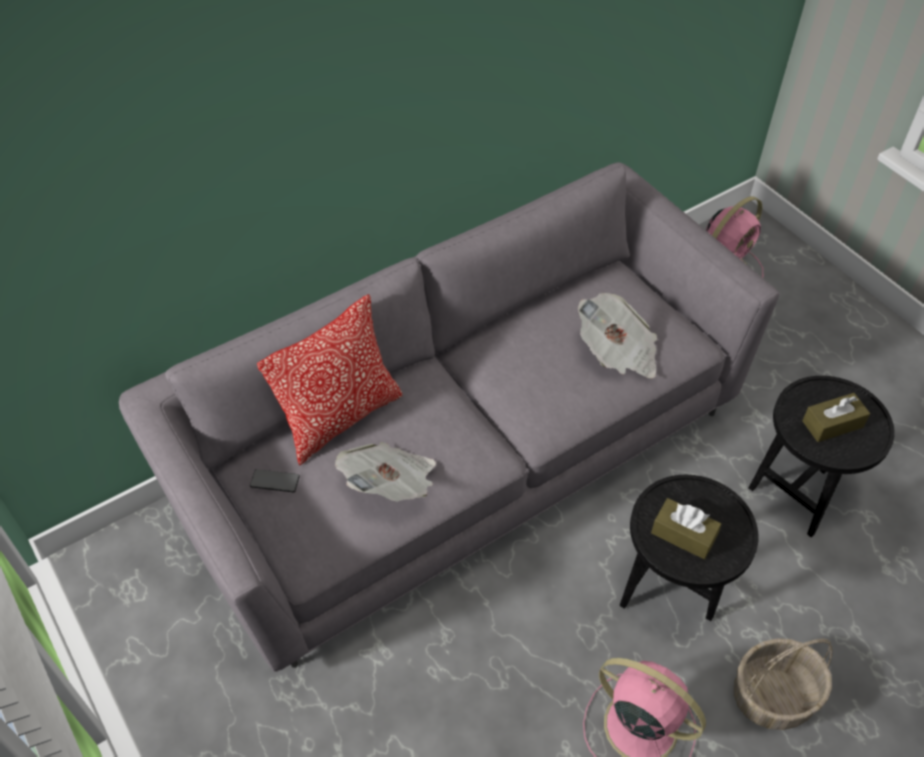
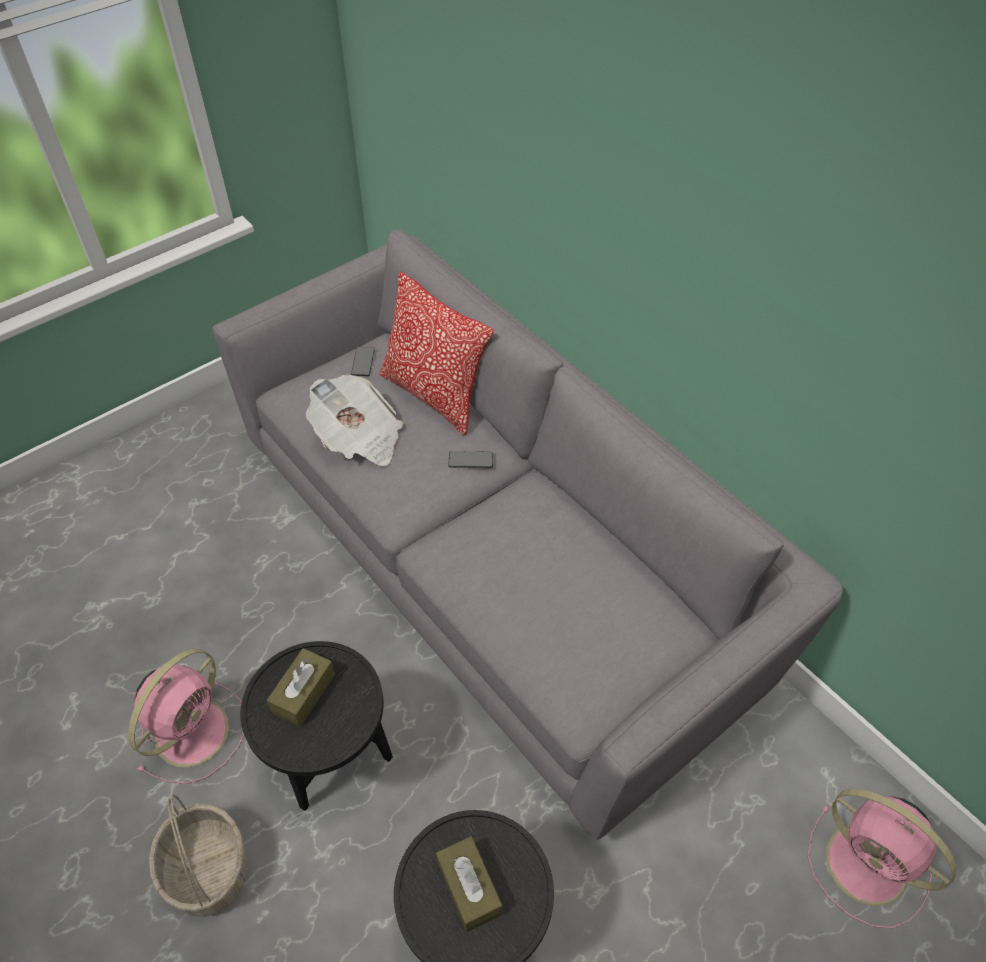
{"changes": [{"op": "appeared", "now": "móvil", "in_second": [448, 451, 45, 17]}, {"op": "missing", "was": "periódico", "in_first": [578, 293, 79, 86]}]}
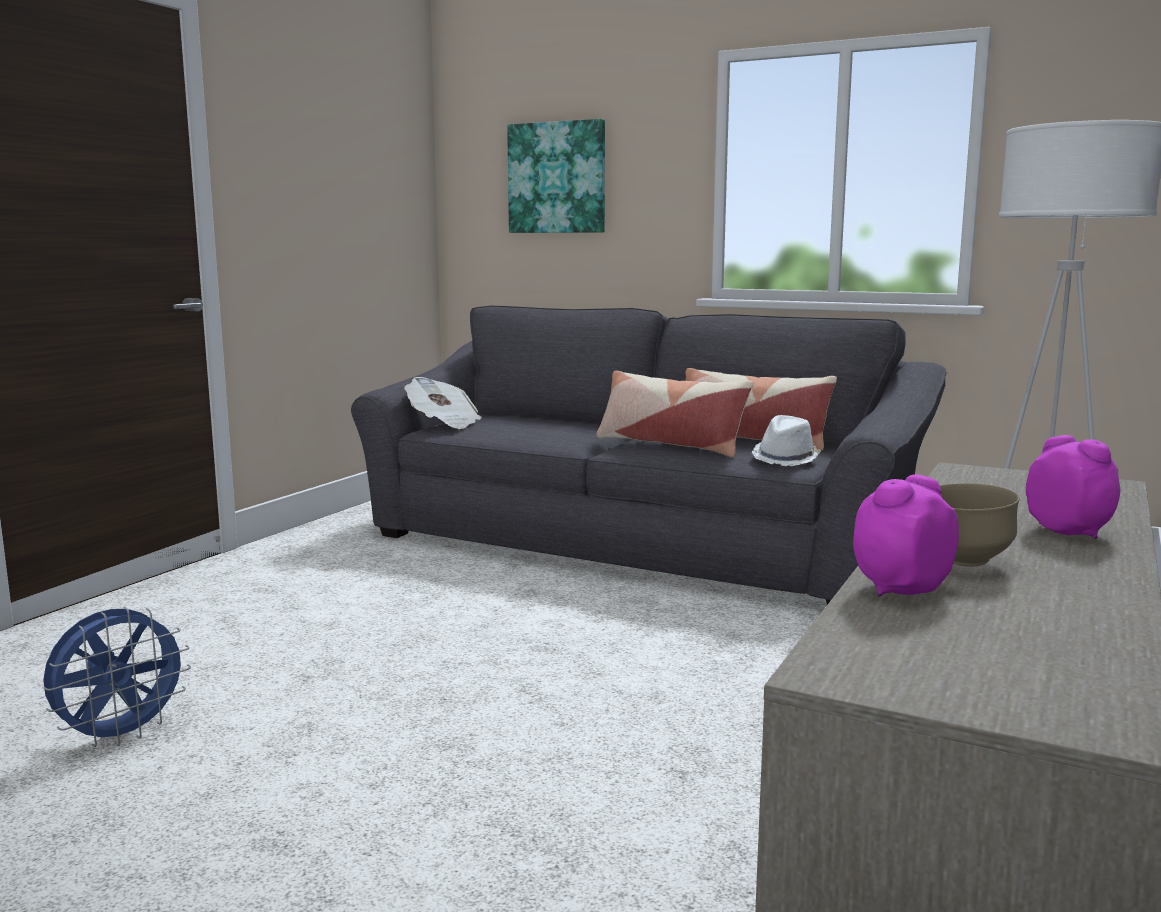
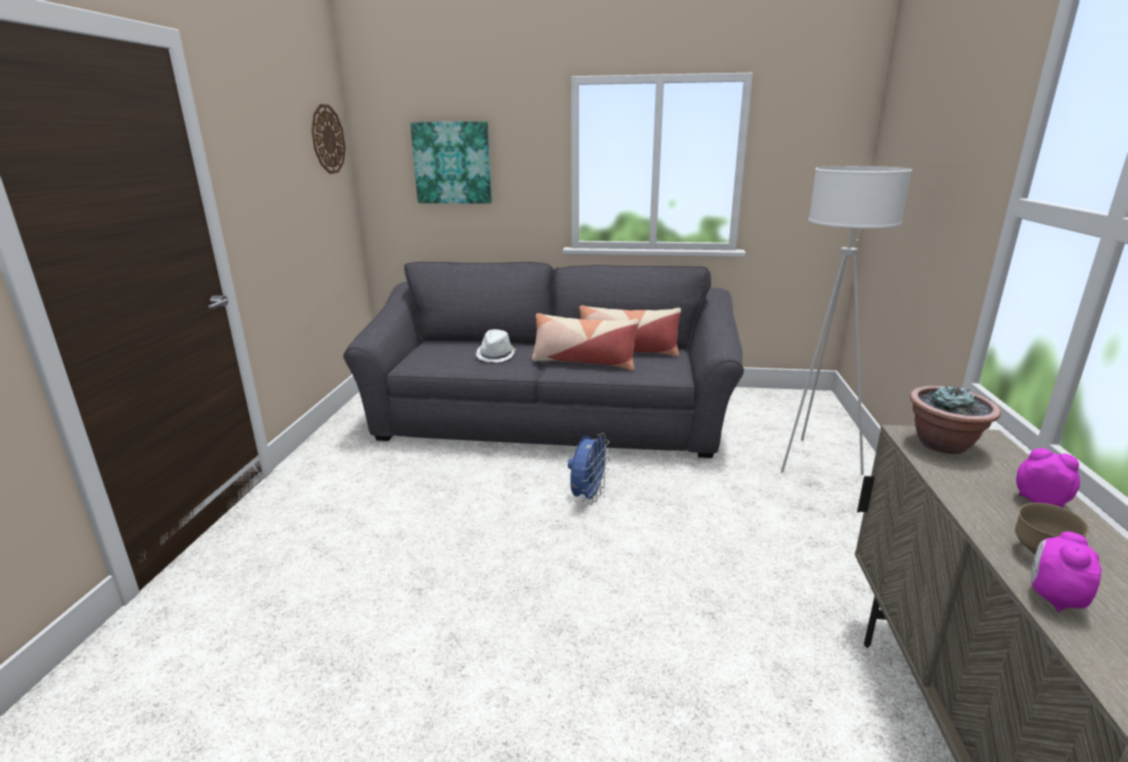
{"changes": [{"op": "appeared", "now": "reloj de pared", "in_second": [311, 104, 34, 70]}, {"op": "relocated", "was": "sombrero [blanco]", "in_first": [752, 415, 69, 51], "in_second": [476, 329, 40, 34]}, {"op": "relocated", "was": "ventilador [azul]", "in_first": [43, 607, 148, 140], "in_second": [568, 433, 42, 71]}, {"op": "appeared", "now": "planta en maceta", "in_second": [910, 384, 91, 70]}, {"op": "missing", "was": "periódico", "in_first": [404, 377, 78, 52]}]}
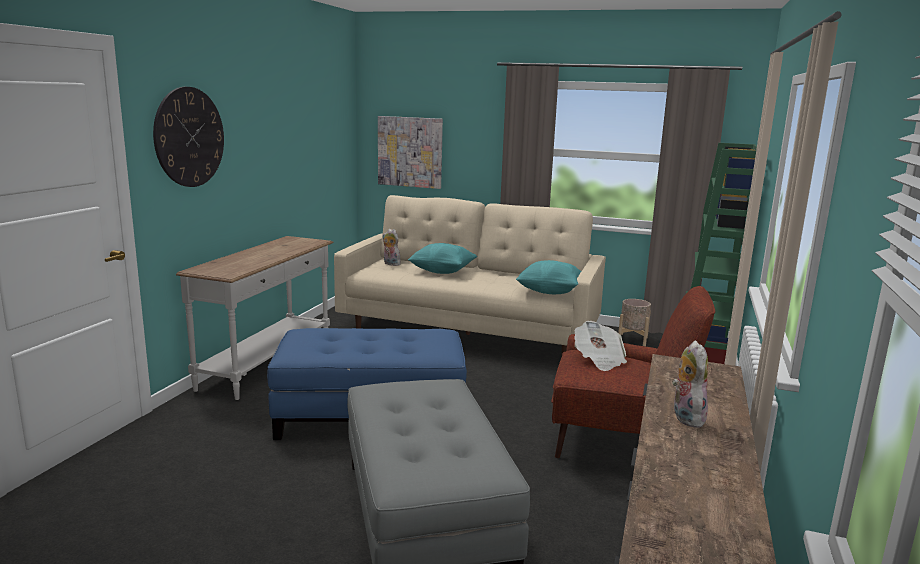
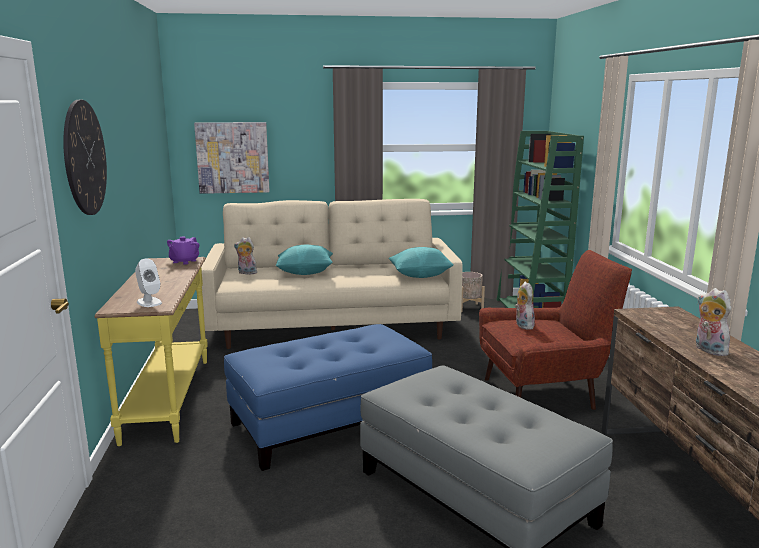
{"changes": [{"op": "colour", "was": "mesa consola [blanco]", "now": "mesa consola [amarillo]", "in_first": [176, 236, 158, 164], "in_second": [95, 257, 113, 189]}, {"op": "appeared", "now": "altavoz [blanco]", "in_second": [135, 259, 27, 48]}, {"op": "appeared", "now": "tetera [morado]", "in_second": [167, 236, 32, 29]}, {"op": "exchanged", "was": "periódico", "now": "peluche", "in_first": [574, 321, 53, 50], "in_second": [515, 281, 20, 49]}]}
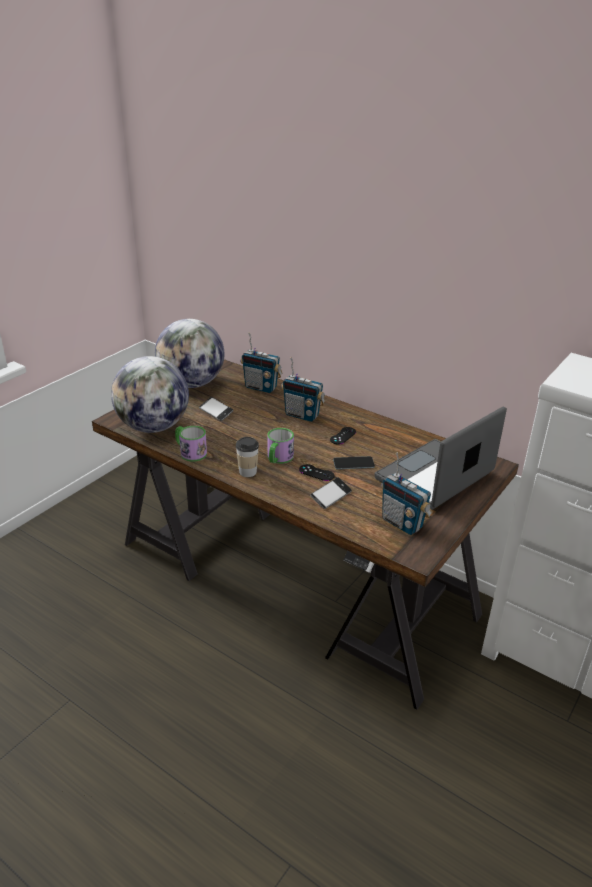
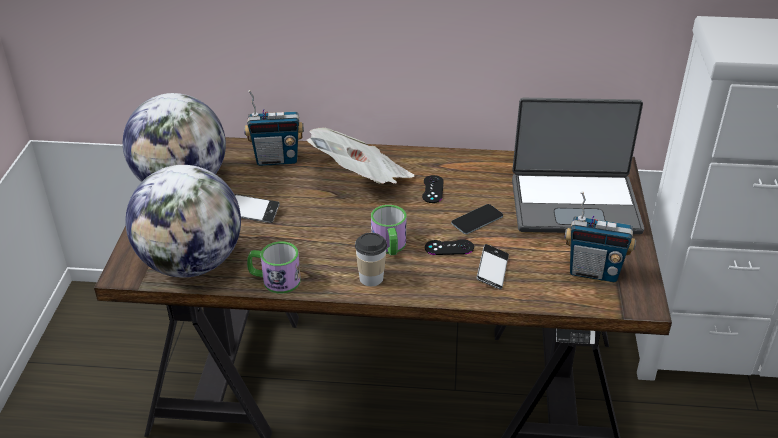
{"changes": [{"op": "exchanged", "was": "radio", "now": "periódico", "in_first": [281, 357, 44, 65], "in_second": [306, 127, 108, 57]}, {"op": "spun", "was": "portátil", "in_first": [374, 407, 133, 103], "in_second": [512, 98, 132, 136], "clockwise": -105}]}
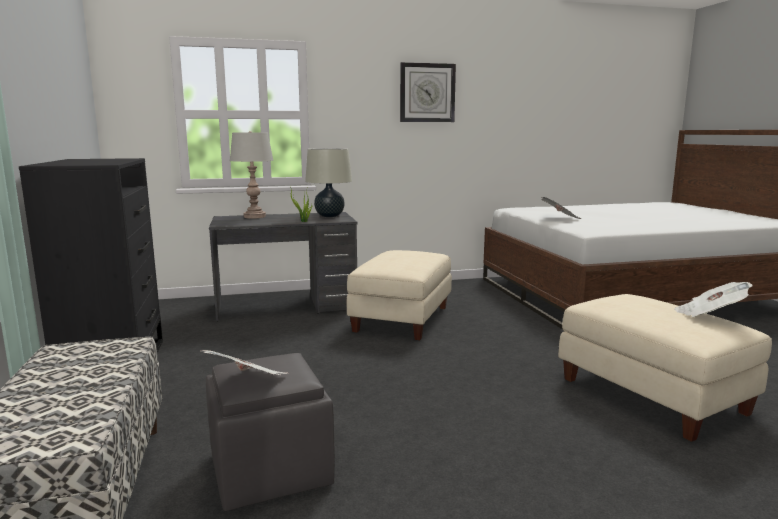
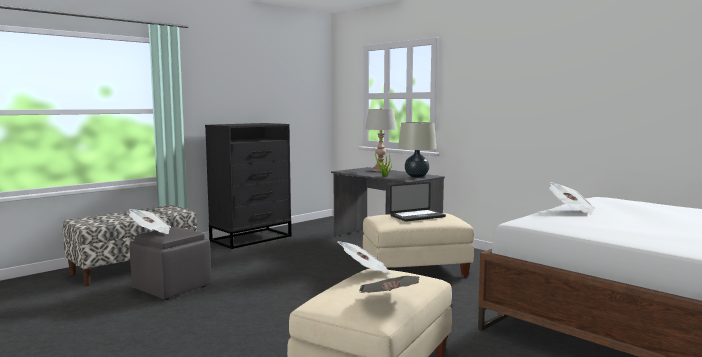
{"changes": [{"op": "appeared", "now": "periódico", "in_second": [337, 241, 55, 34]}, {"op": "appeared", "now": "portátil", "in_second": [390, 182, 56, 40]}, {"op": "missing", "was": "reloj de pared", "in_first": [400, 62, 56, 60]}]}
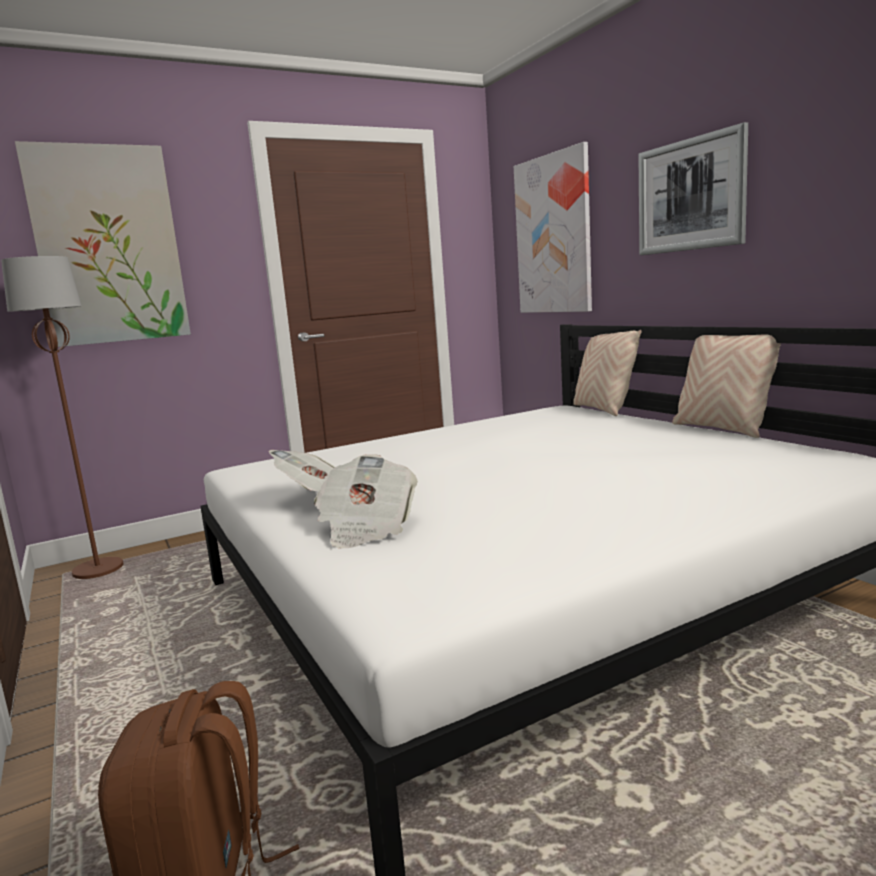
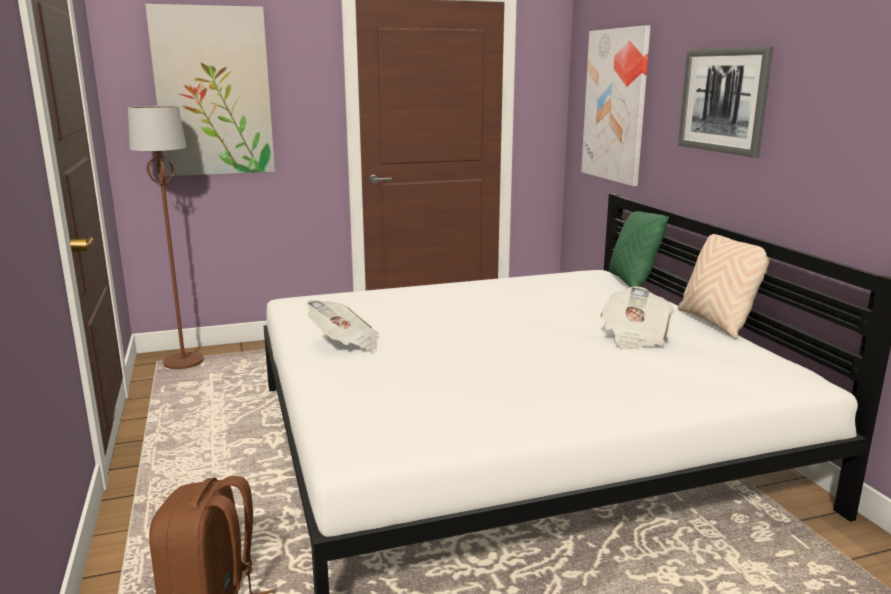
{"changes": [{"op": "relocated", "was": "periódico", "in_first": [314, 454, 104, 95], "in_second": [601, 286, 73, 64]}, {"op": "colour", "was": "cojín [beis]", "now": "cojín [verde]", "in_first": [573, 330, 69, 86], "in_second": [609, 201, 60, 86]}]}
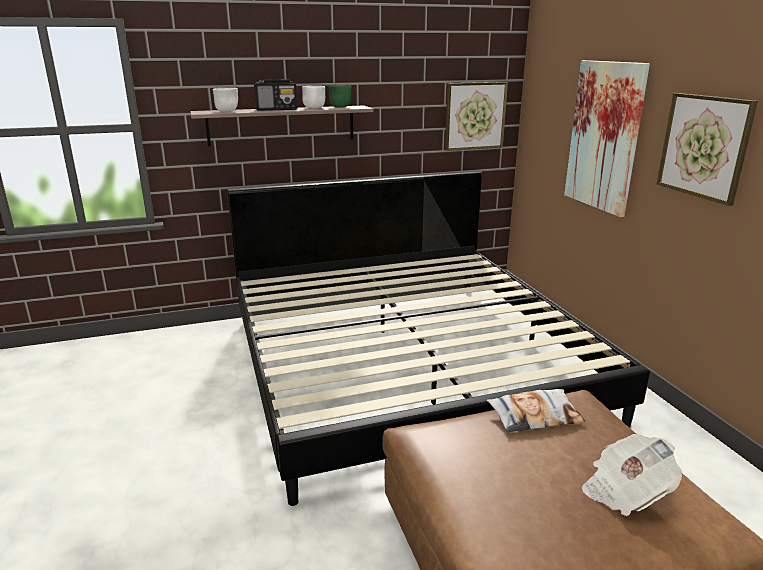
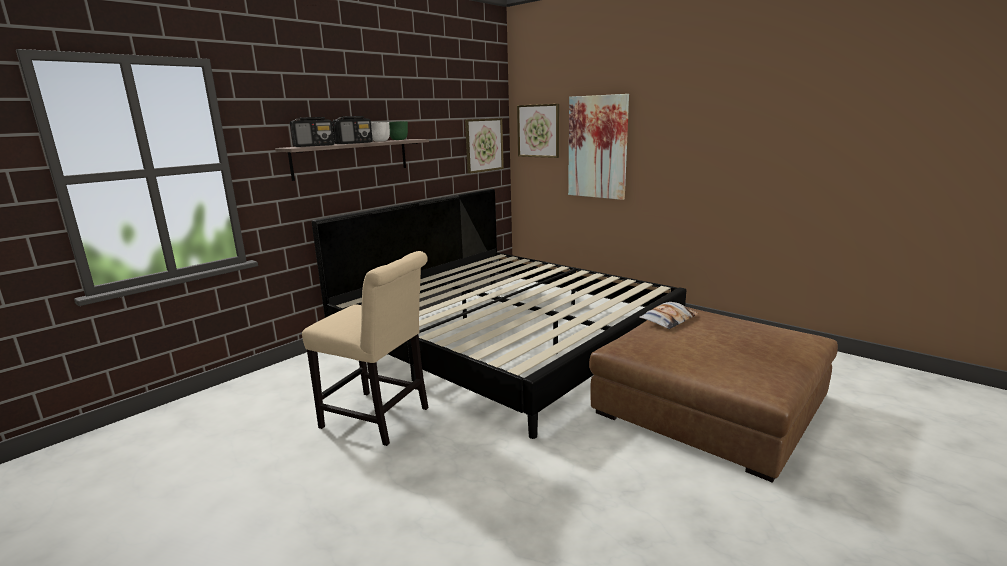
{"changes": [{"op": "exchanged", "was": "cuenco [blanco]", "now": "radio", "in_first": [213, 88, 25, 24], "in_second": [290, 117, 44, 30]}, {"op": "appeared", "now": "silla [beis]", "in_second": [302, 251, 127, 195]}, {"op": "relocated", "was": "cuadro", "in_first": [657, 93, 101, 113], "in_second": [517, 104, 42, 54]}, {"op": "missing", "was": "periódico", "in_first": [582, 434, 100, 82]}]}
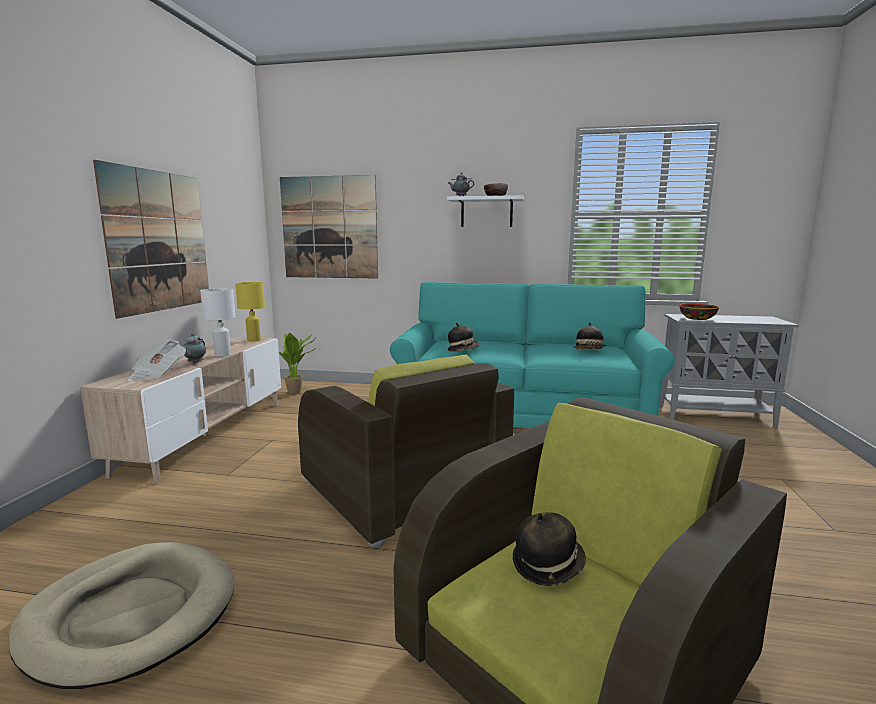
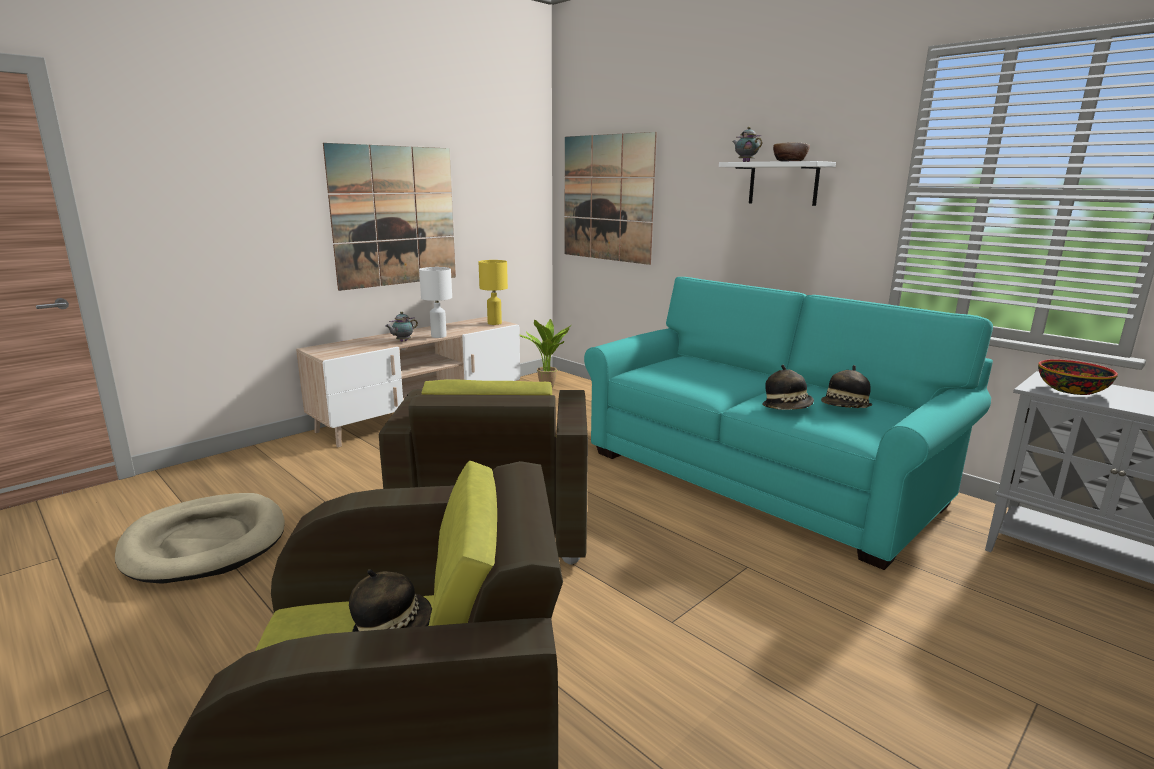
{"changes": [{"op": "relocated", "was": "sombrero", "in_first": [448, 323, 32, 29], "in_second": [762, 365, 52, 45]}, {"op": "missing", "was": "periódico", "in_first": [127, 341, 59, 41]}]}
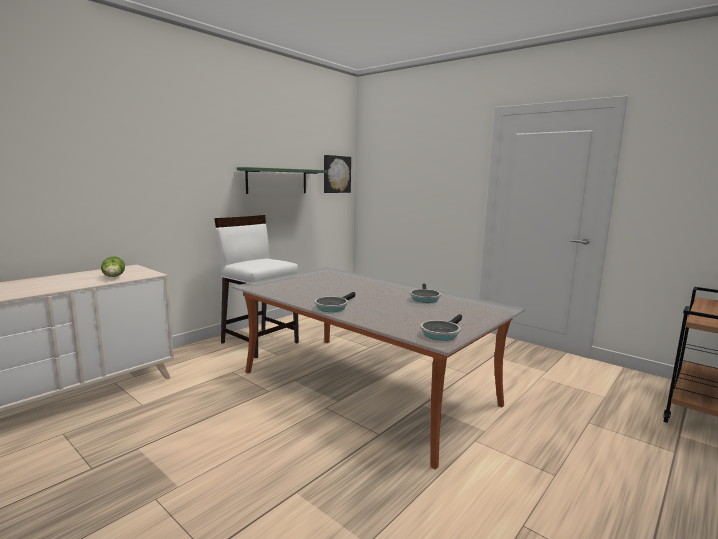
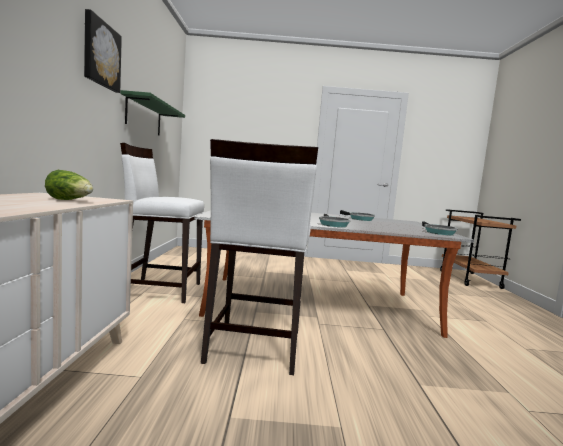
{"changes": [{"op": "relocated", "was": "cuadro", "in_first": [324, 155, 27, 38], "in_second": [84, 9, 38, 84]}, {"op": "appeared", "now": "taburete [blanco]", "in_second": [201, 139, 117, 236]}]}
